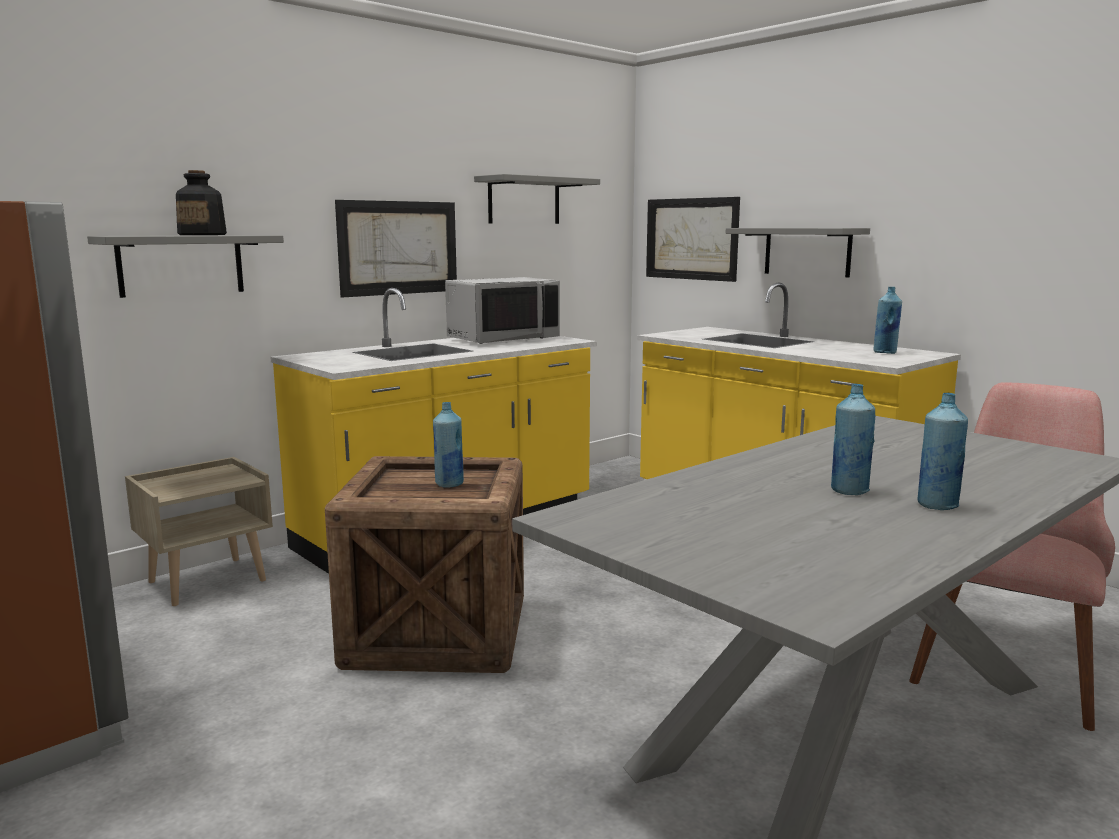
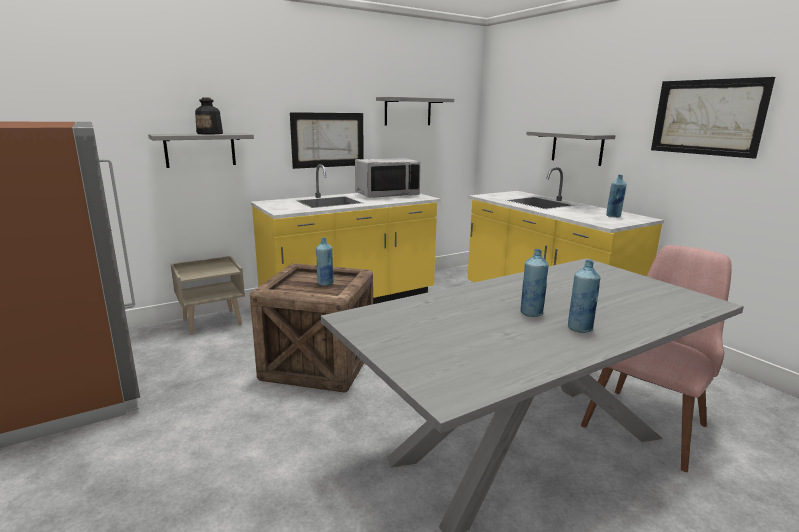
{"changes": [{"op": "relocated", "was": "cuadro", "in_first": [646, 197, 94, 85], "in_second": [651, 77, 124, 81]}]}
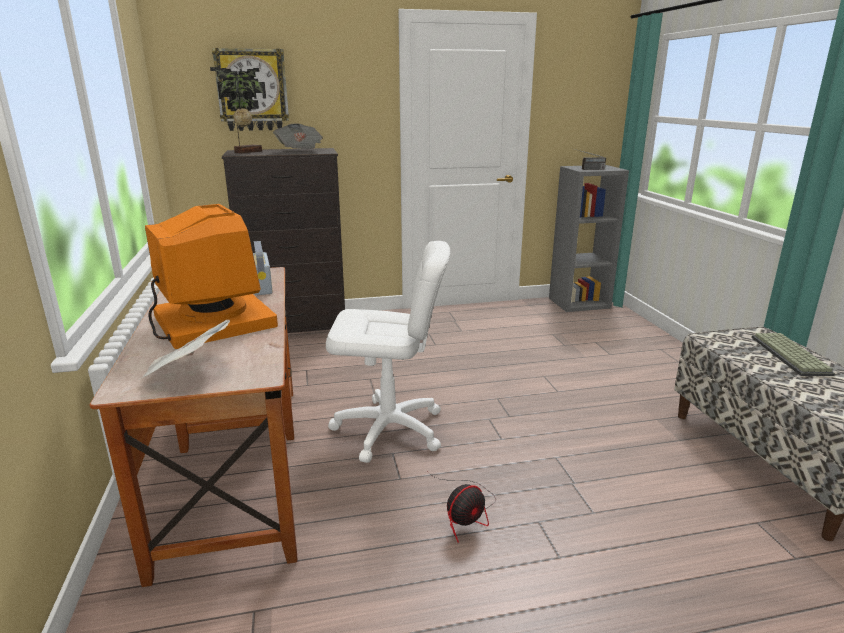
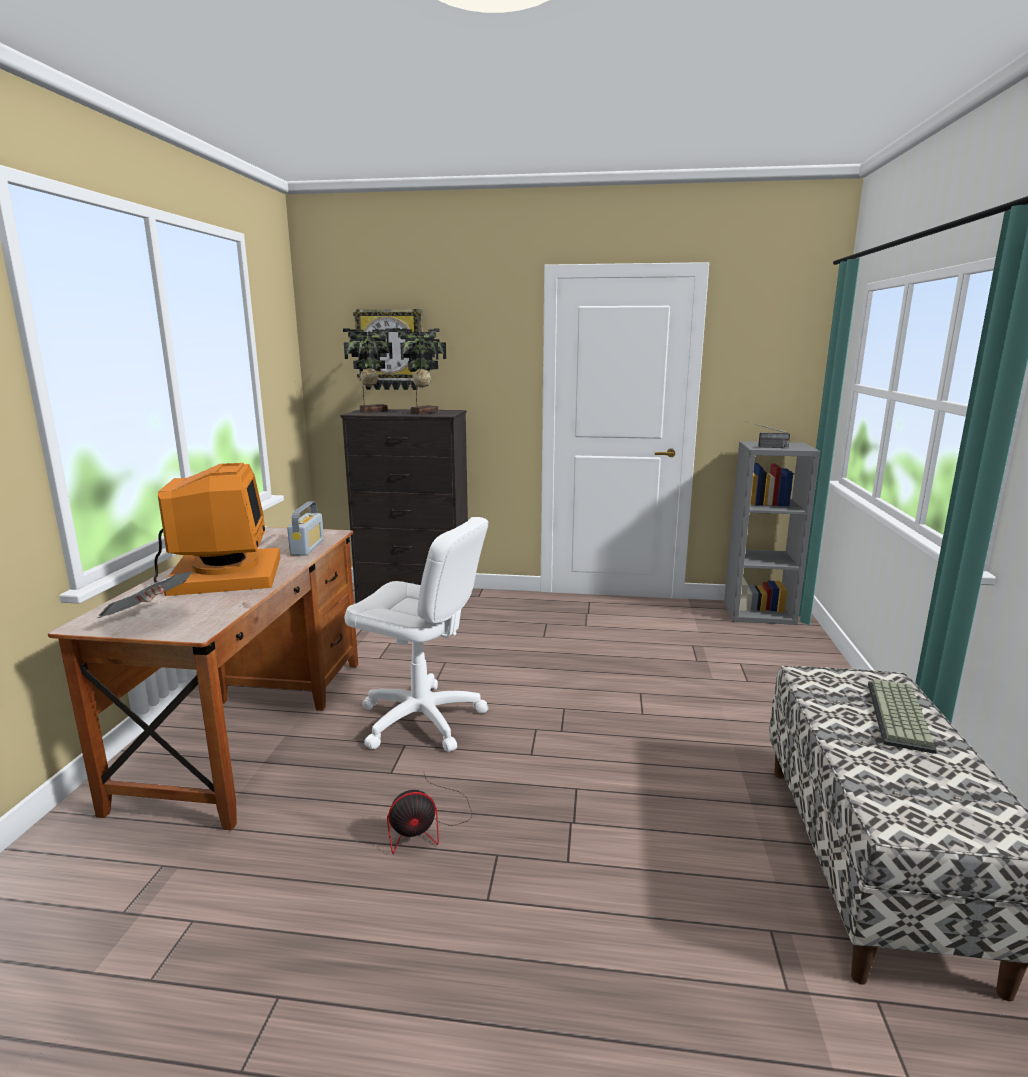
{"changes": [{"op": "exchanged", "was": "periódico", "now": "planta en maceta", "in_first": [273, 123, 50, 26], "in_second": [392, 328, 54, 86]}]}
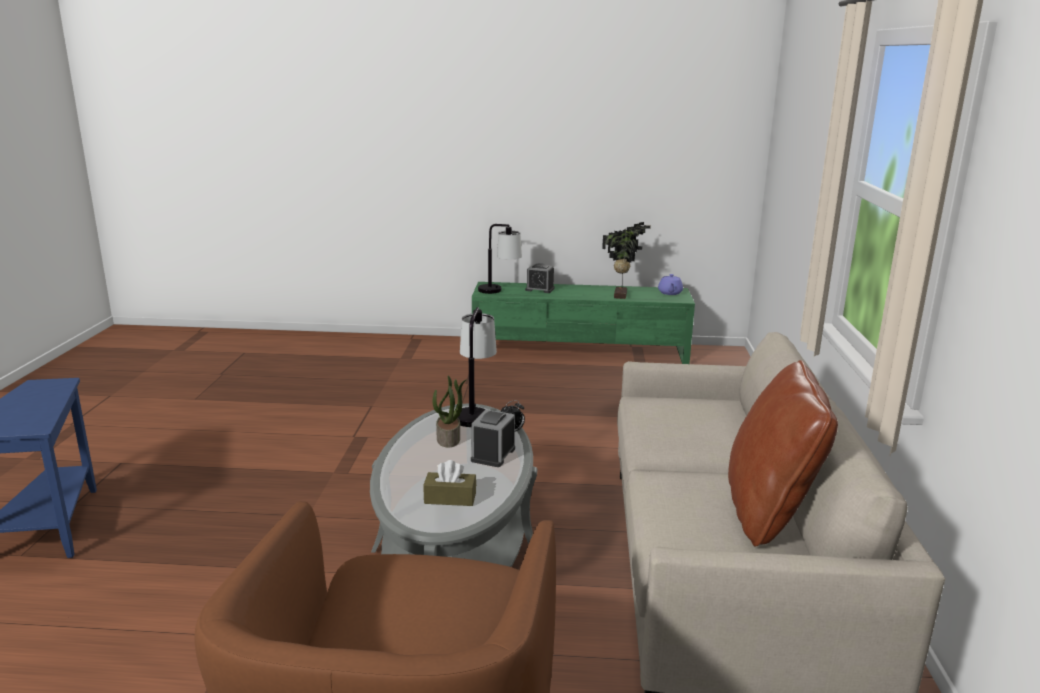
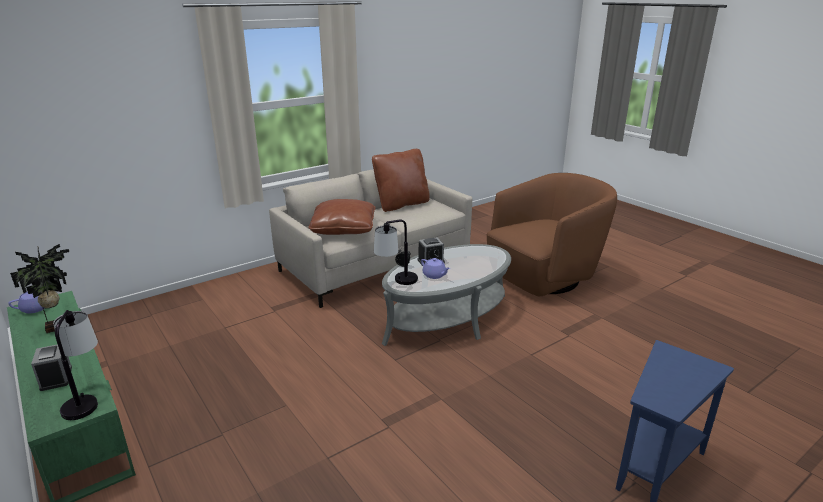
{"changes": [{"op": "appeared", "now": "cojín [marrón]", "in_second": [309, 199, 66, 36]}, {"op": "exchanged", "was": "planta en maceta", "now": "tetera [morado]", "in_first": [433, 376, 34, 72], "in_second": [421, 258, 29, 21]}, {"op": "missing", "was": "caja de pañuelos [marrón]", "in_first": [423, 460, 53, 46]}]}
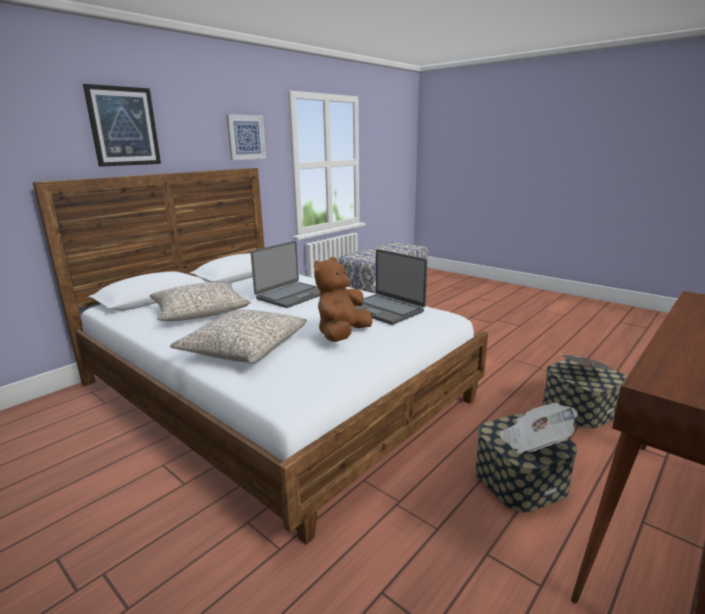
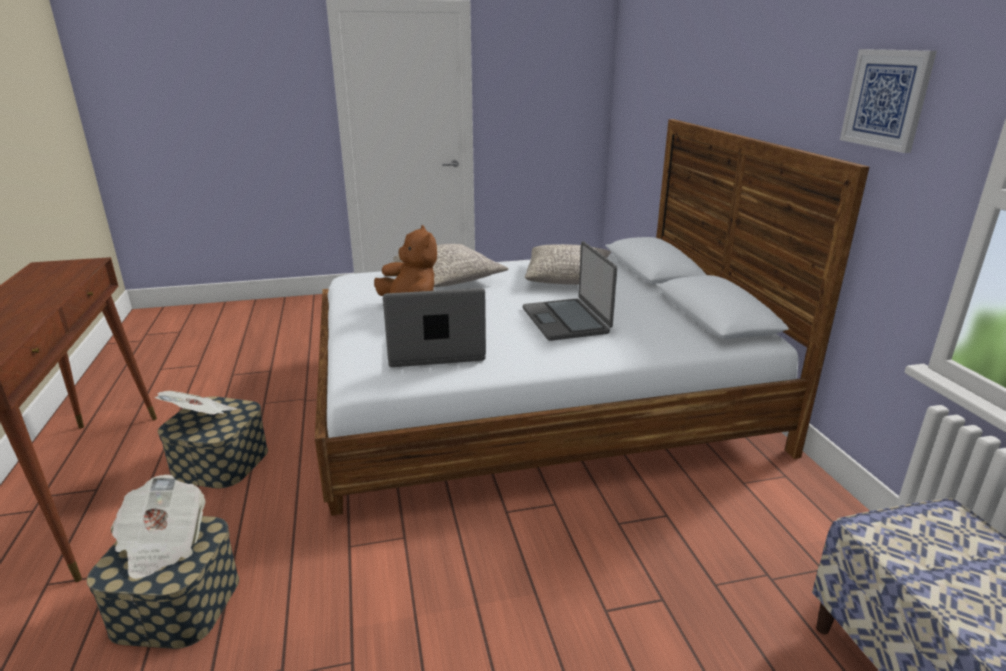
{"changes": [{"op": "missing", "was": "cuadro", "in_first": [83, 84, 78, 83]}]}
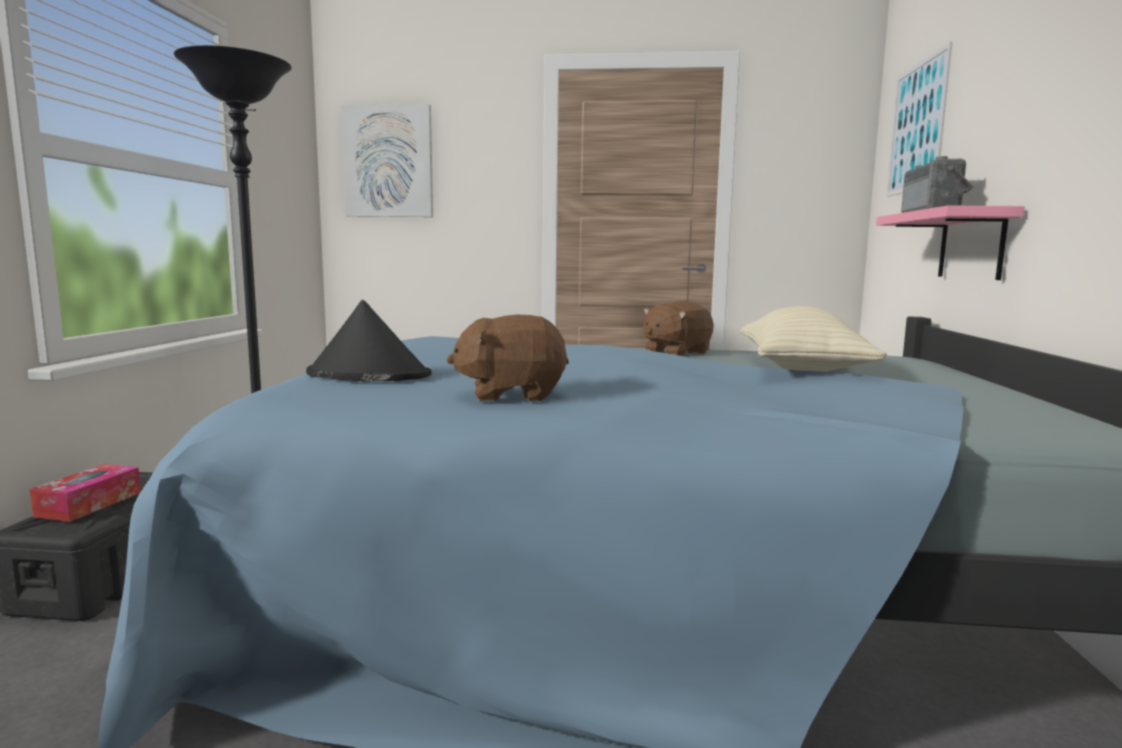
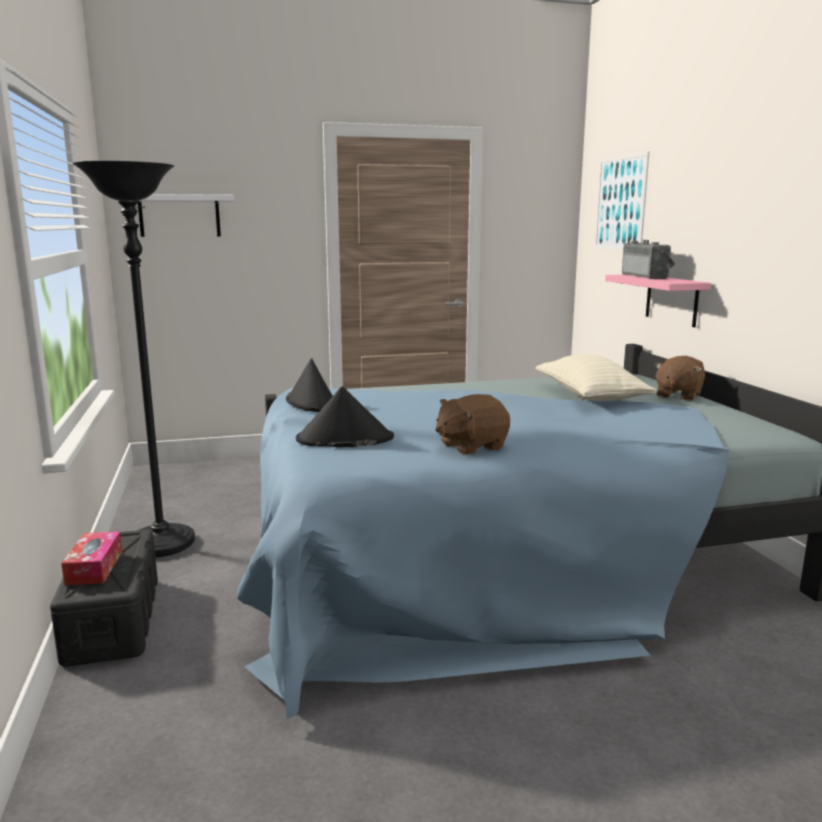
{"changes": [{"op": "exchanged", "was": "cuadro", "now": "estante [blanco]", "in_first": [341, 105, 92, 112], "in_second": [118, 194, 116, 43]}, {"op": "appeared", "now": "sombrero [negro]", "in_second": [286, 358, 47, 54]}, {"op": "relocated", "was": "peluche [marrón]", "in_first": [643, 301, 71, 55], "in_second": [654, 356, 51, 45]}]}
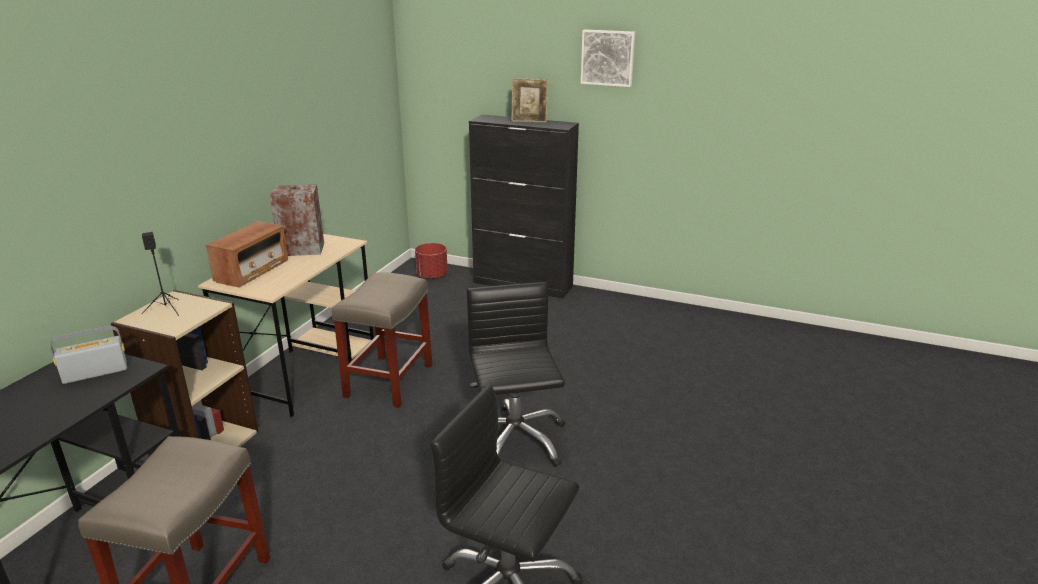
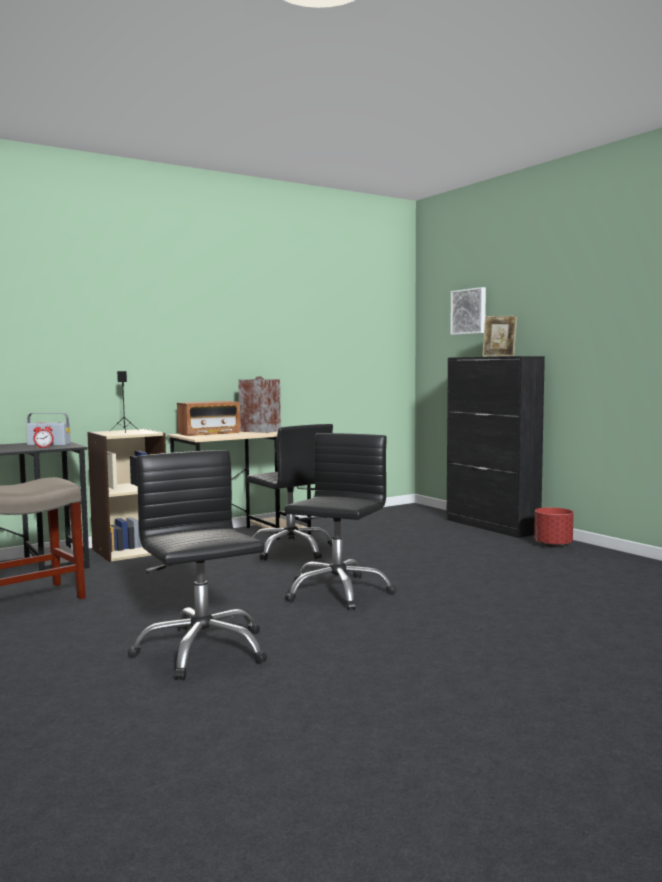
{"changes": [{"op": "appeared", "now": "despertador", "in_second": [33, 423, 20, 25]}, {"op": "exchanged", "was": "taburete [beis]", "now": "silla de oficina [negro]", "in_first": [332, 272, 101, 136], "in_second": [246, 424, 87, 136]}, {"op": "relocated", "was": "cuadro", "in_first": [581, 29, 54, 58], "in_second": [450, 287, 36, 48]}, {"op": "relocated", "was": "maceta [rojo]", "in_first": [415, 243, 33, 36], "in_second": [534, 507, 40, 41]}]}
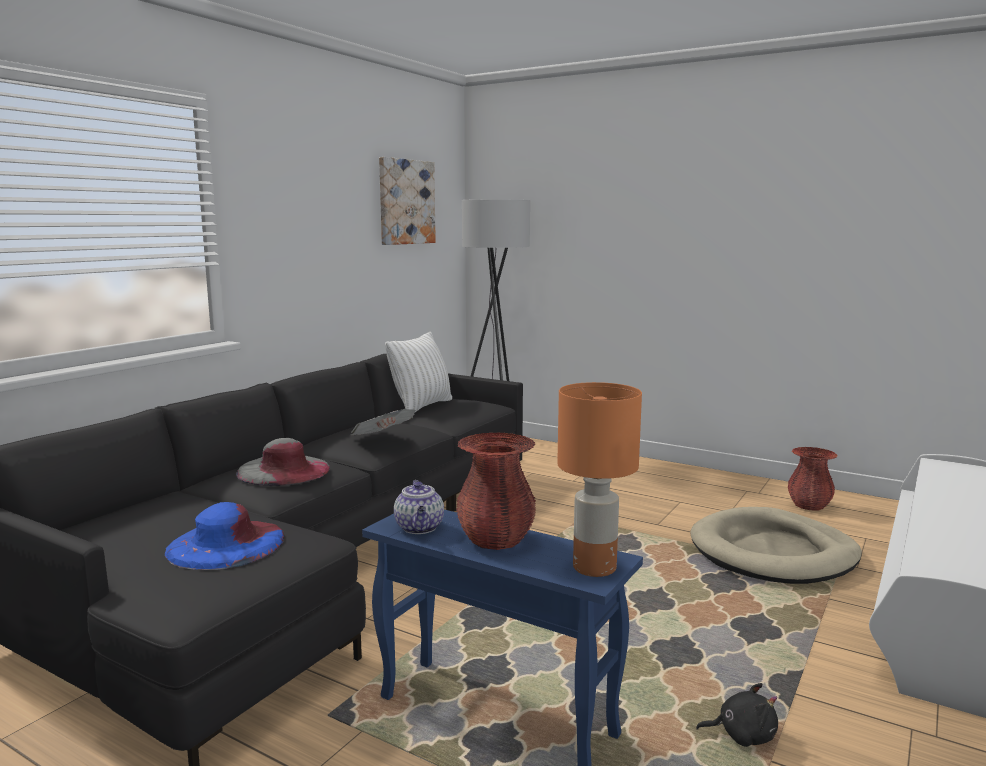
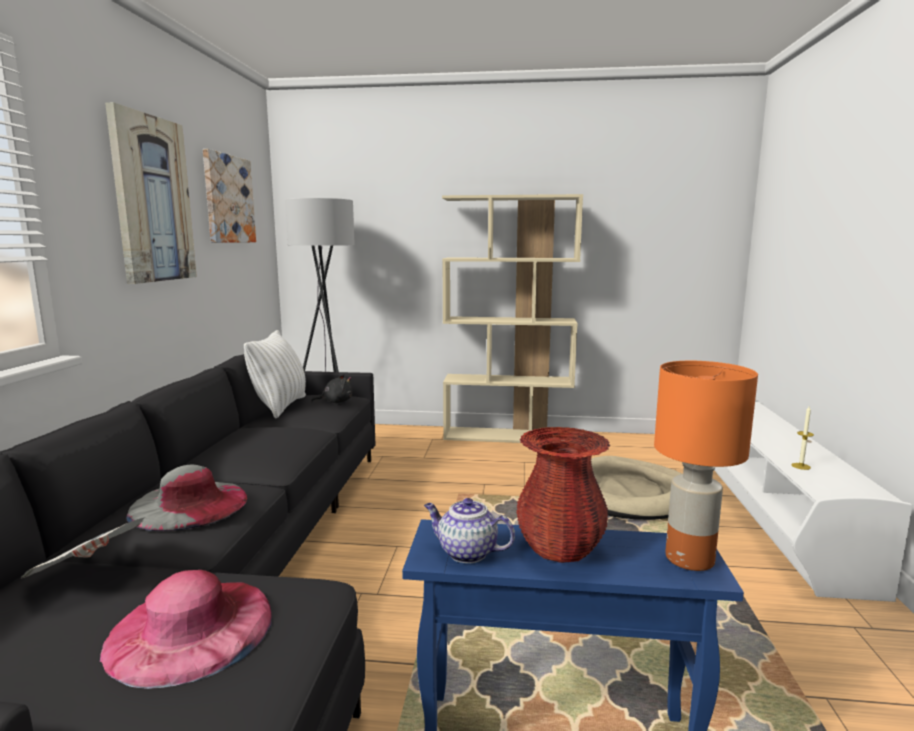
{"changes": [{"op": "relocated", "was": "periódico", "in_first": [351, 409, 65, 26], "in_second": [21, 518, 123, 61]}, {"op": "colour", "was": "sombrero [azul]", "now": "sombrero [rosa]", "in_first": [165, 502, 120, 68], "in_second": [100, 570, 172, 119]}, {"op": "appeared", "now": "cuadro", "in_second": [105, 102, 92, 182]}, {"op": "relocated", "was": "peluche [negro]", "in_first": [696, 683, 82, 64], "in_second": [311, 374, 42, 29]}, {"op": "spun", "was": "tetera", "in_first": [394, 480, 50, 54], "in_second": [424, 498, 91, 65], "clockwise": 150}, {"op": "appeared", "now": "estantería [beis]", "in_second": [442, 194, 141, 249]}, {"op": "appeared", "now": "vela", "in_second": [791, 406, 23, 64]}, {"op": "missing", "was": "florero [rojo]", "in_first": [788, 447, 50, 63]}]}
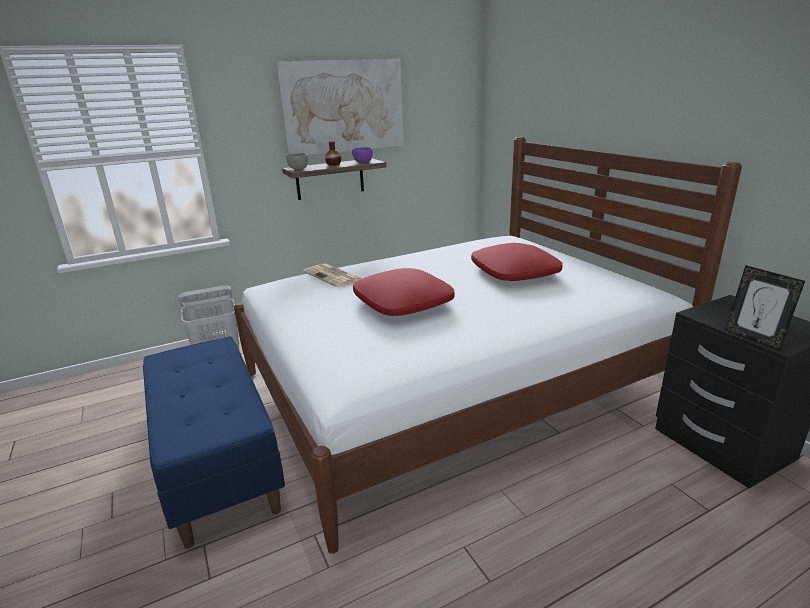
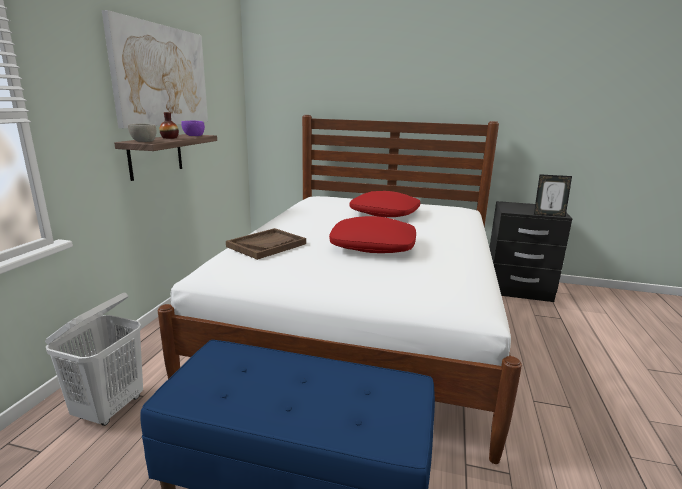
{"changes": [{"op": "exchanged", "was": "periódico", "now": "bandeja [marrón]", "in_first": [303, 263, 58, 25], "in_second": [226, 228, 80, 32]}]}
